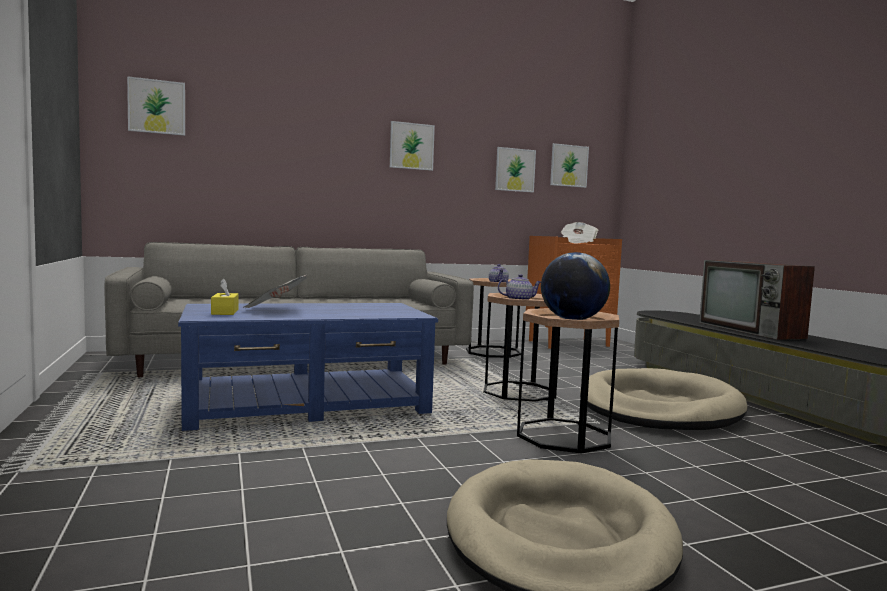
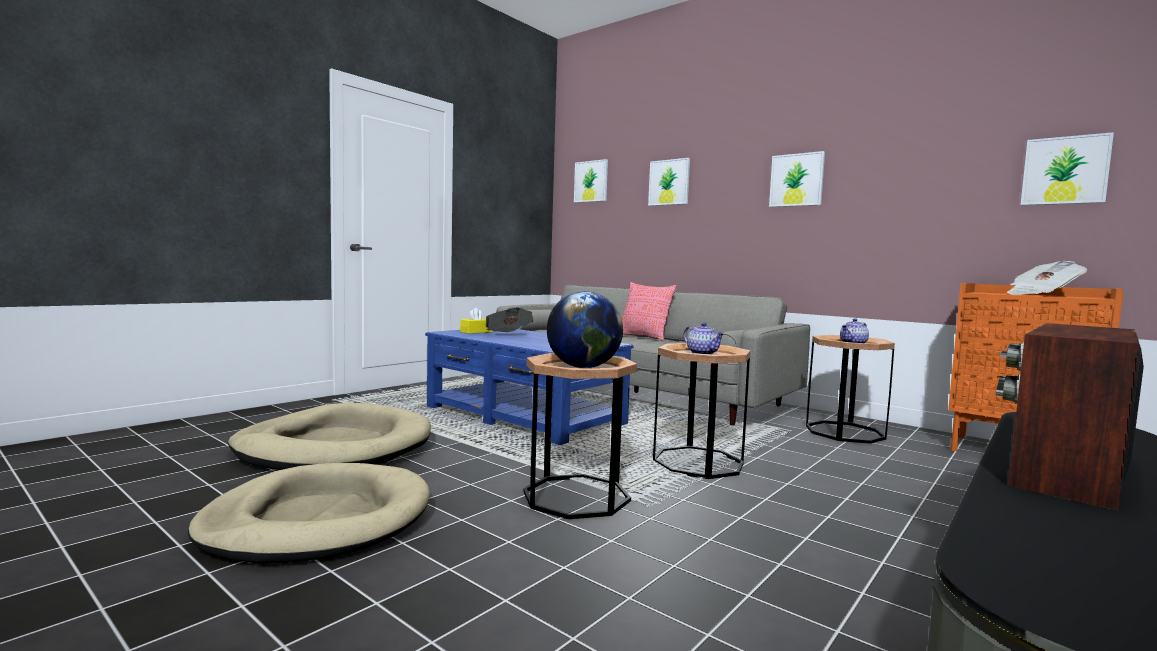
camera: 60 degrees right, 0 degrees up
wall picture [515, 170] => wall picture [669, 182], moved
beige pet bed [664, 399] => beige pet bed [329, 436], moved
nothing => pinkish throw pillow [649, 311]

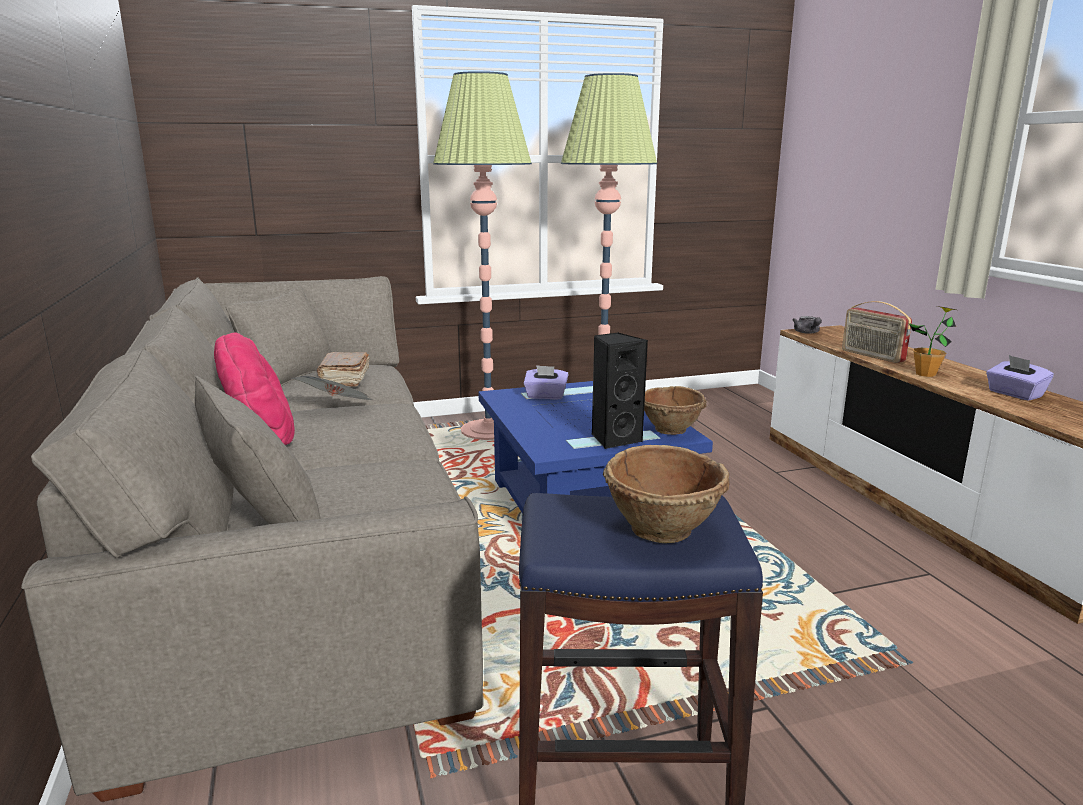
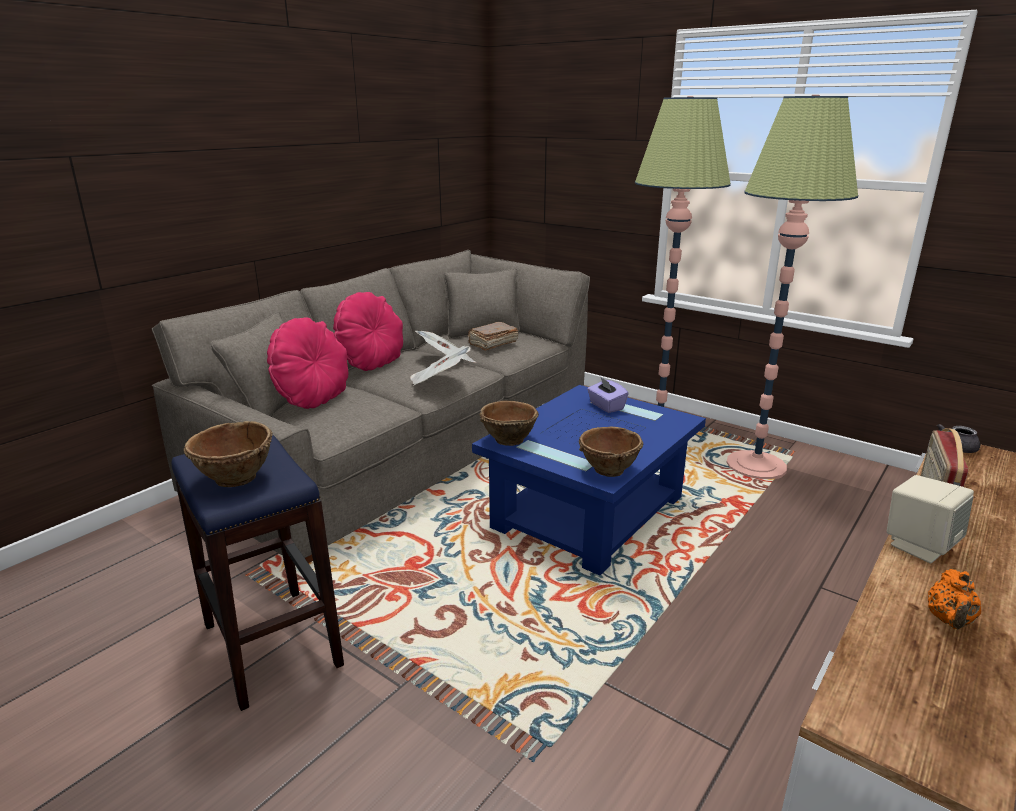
camera: 55 degrees right, 5 degrees up
plant in a pot [932, 341] => beige audio speaker [930, 519]
black audio speaker [620, 390] => nothing
purplish box of tissues [1020, 378] => orange teapot [954, 599]
nothing => pinkish throw pillow [307, 363]
nothing => printed paper [440, 366]
nothing => brown deep dish [509, 423]

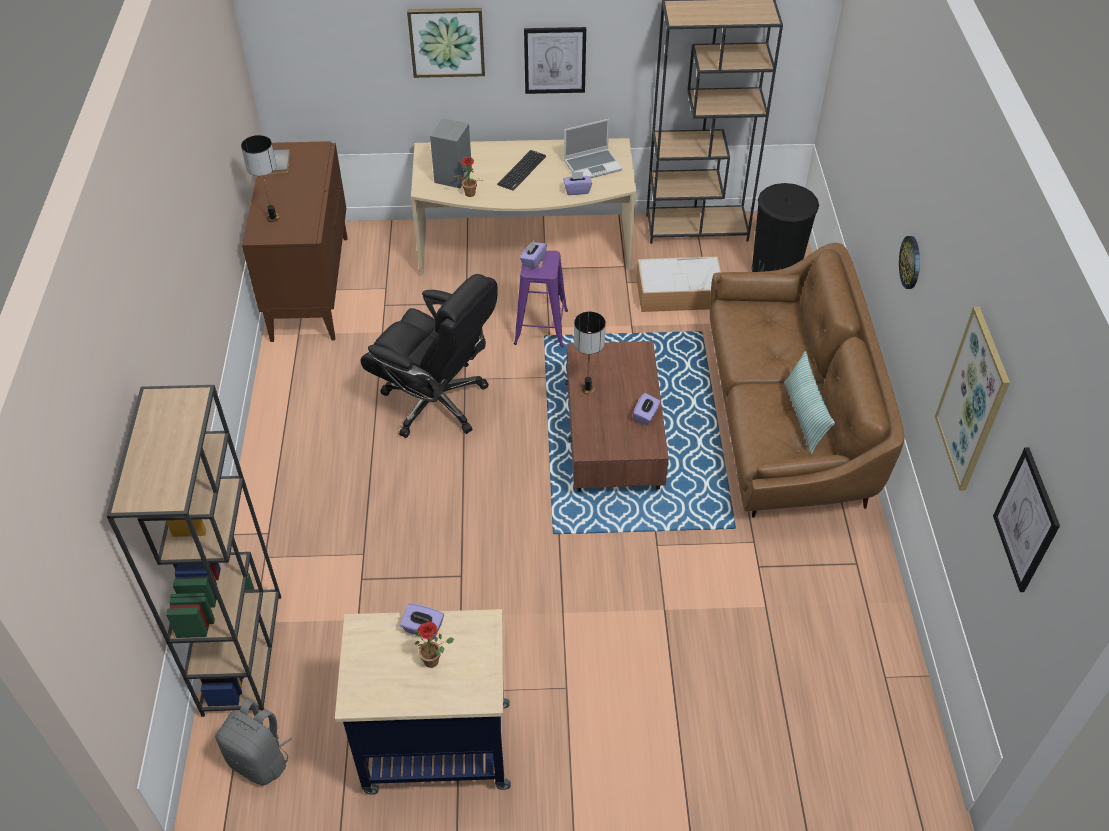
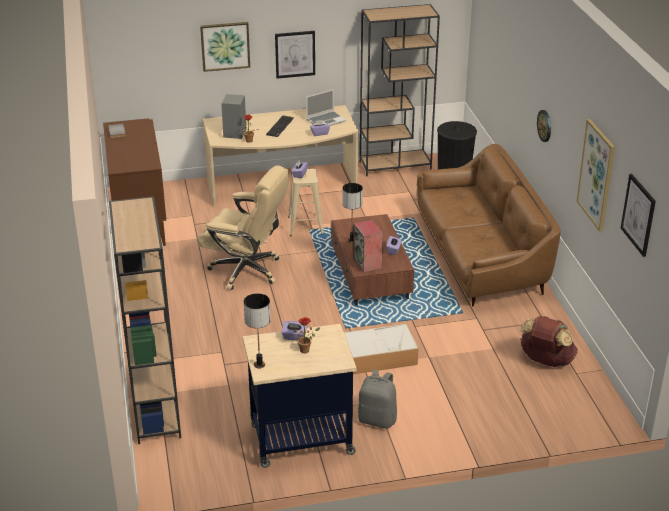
camera: 10 degrees left, 15 degrees down
tabletop lamp [260, 178] => tabletop lamp [257, 331], moved
purplish stool seat [541, 299] => beige stool seat [306, 202]
storage container [678, 284] => storage container [381, 348], moved
black computer chair [429, 356] => beige computer chair [243, 228]
throw pillow [809, 402] => nothing
grey backpack [253, 742] => grey backpack [377, 399], moved
nothing => audio speaker [368, 246]
nothing => brown backpack [548, 341]

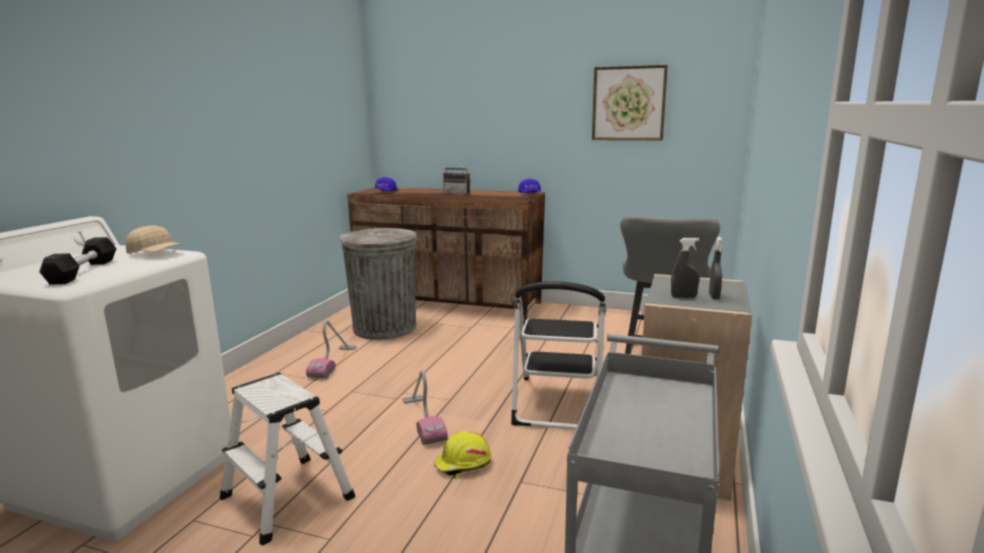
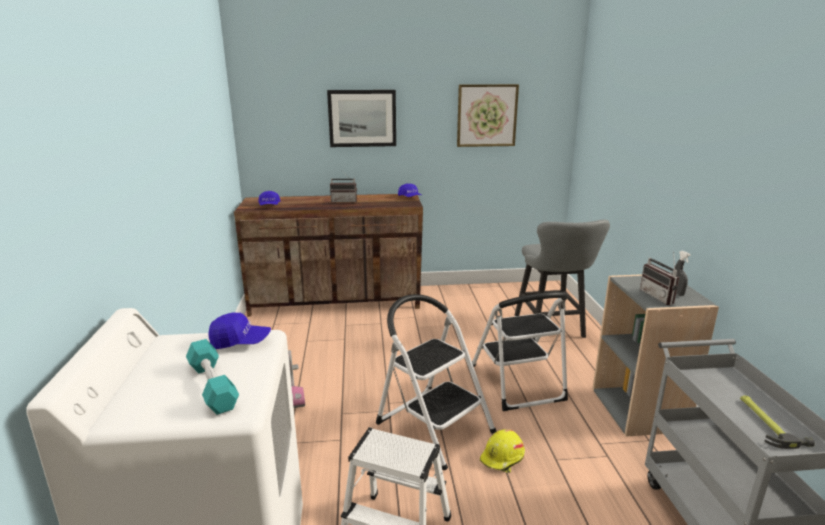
camera: 25 degrees left, 5 degrees up
beige peaked cap [154, 240] => blue-coloured peaked cap [239, 330]
grey trash can [378, 284] => nothing
black free weight [77, 261] => turquoise-coloured free weight [212, 377]
grey hand sprayer [685, 268] => radio set [659, 278]
vacuum cleaner [425, 407] => step ladder [436, 382]
nothing => wall picture [361, 118]
nothing => hammer [777, 422]

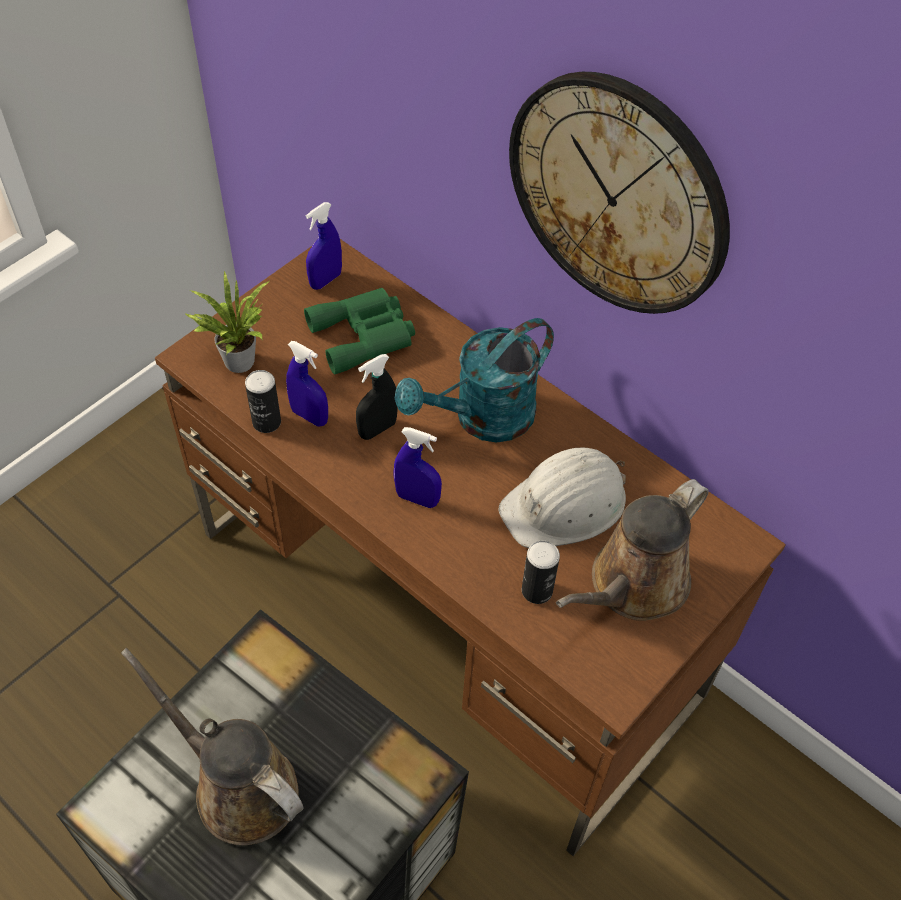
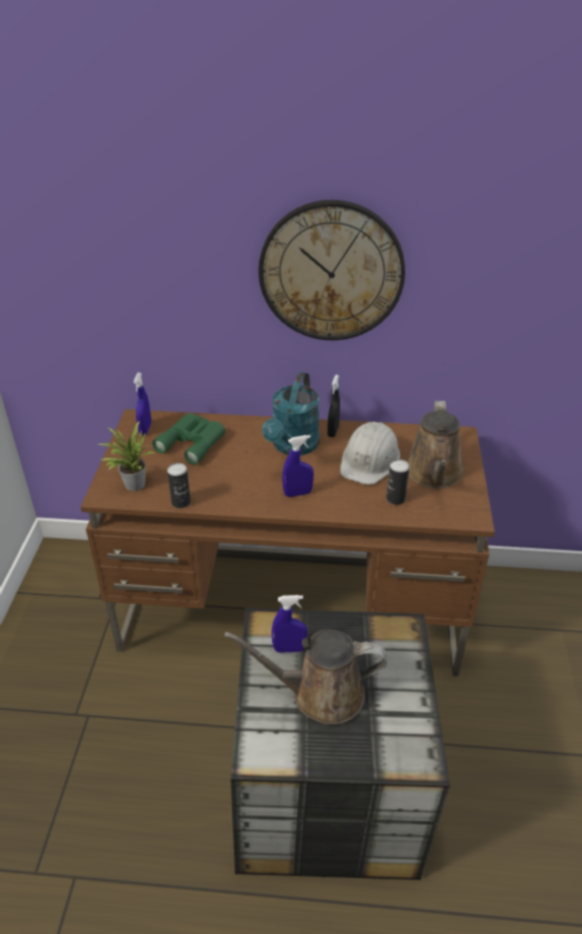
camera: 35 degrees left, 15 degrees down
blue-coloured hand sprayer [307, 384] => blue-coloured hand sprayer [290, 624], moved
black hand sprayer [377, 397] => black hand sprayer [333, 406], moved

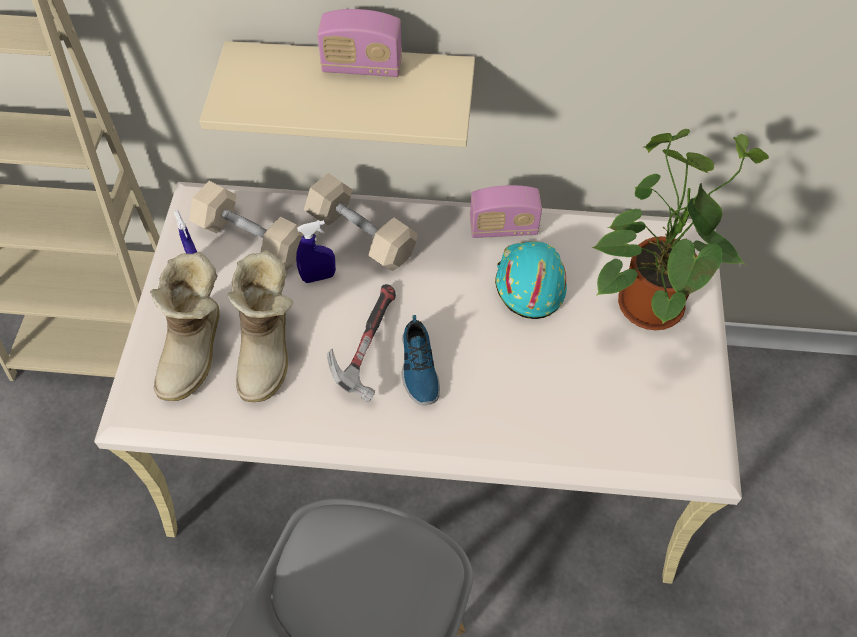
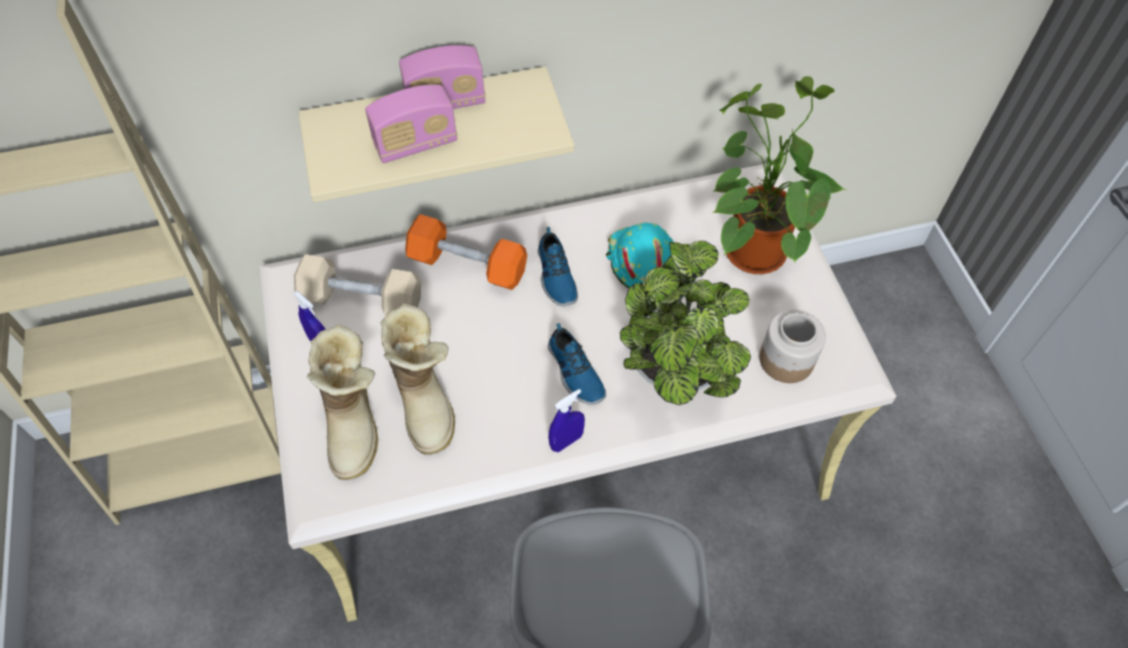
camera: 20 degrees left, 0 degrees up
beige free weight [361, 222] => orange free weight [466, 252]
radio set [506, 211] => radio set [411, 124], moved
blue-coloured hand sprayer [316, 251] => blue-coloured hand sprayer [566, 420], moved
hammer [361, 343] => nothing
nothing => low shoe [558, 266]
nothing => plant in a pot [685, 323]
nothing => storage jar [792, 346]

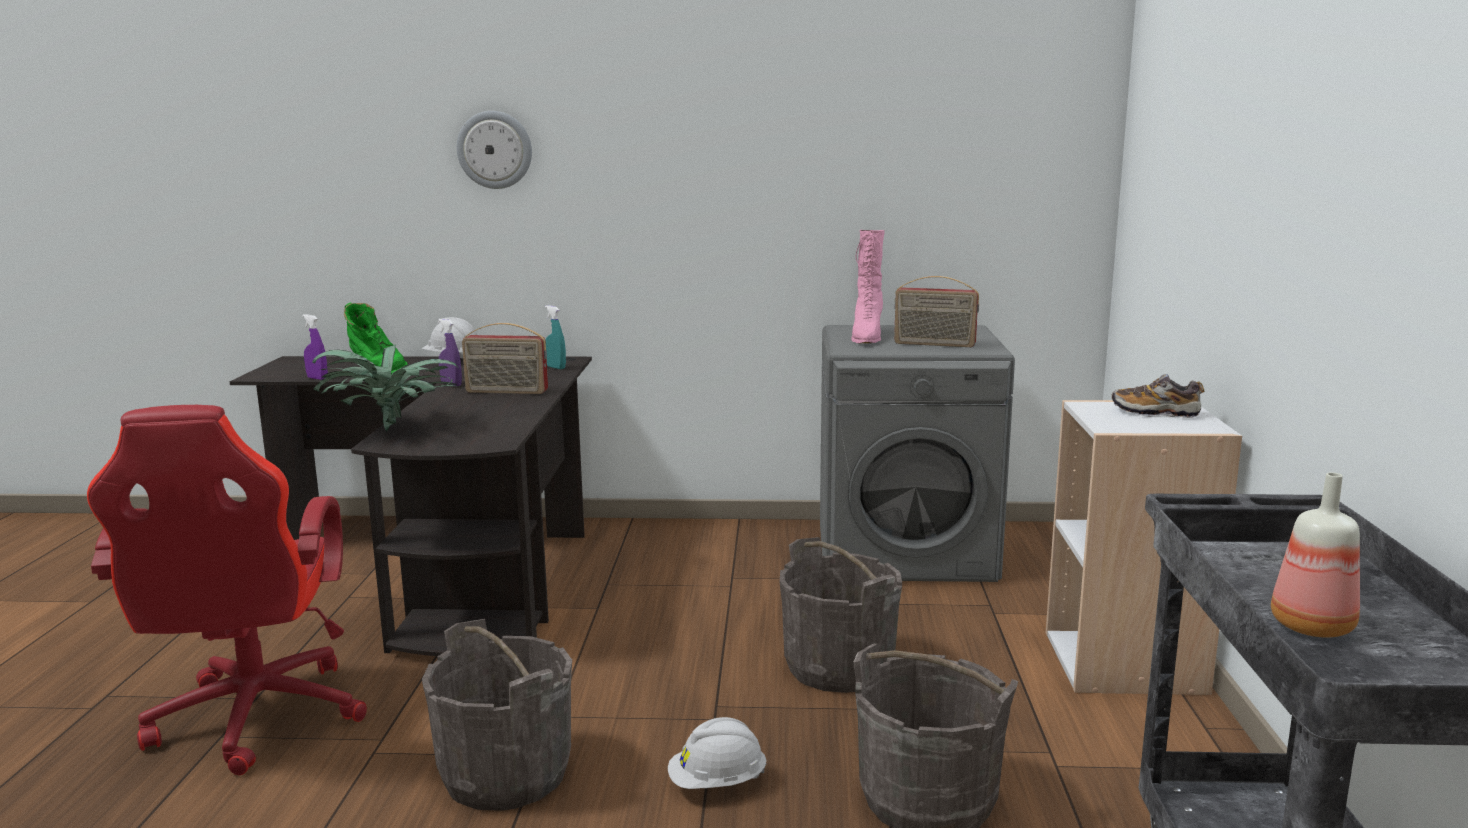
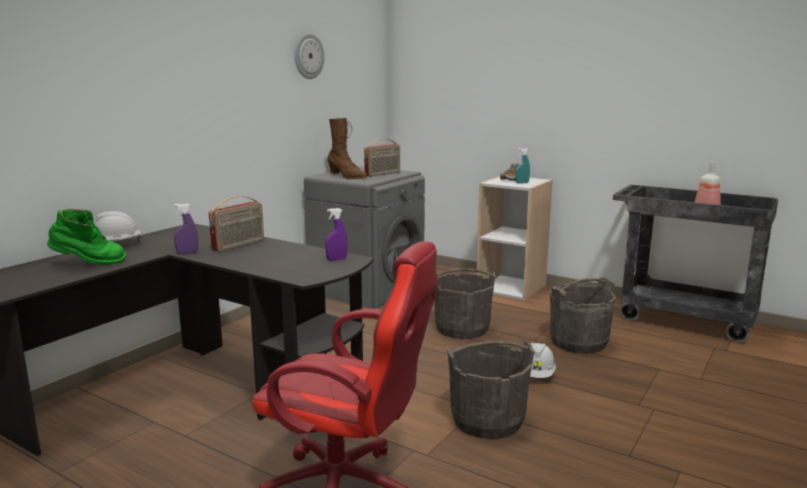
camera: 60 degrees left, 0 degrees up
hanging clock [494, 150] => hanging clock [309, 56], moved
pinkish boot [868, 286] => brown boot [347, 148]
turquoise-coloured hand sprayer [555, 337] => turquoise-coloured hand sprayer [523, 165], moved
purplish hand sprayer [315, 347] => purplish hand sprayer [336, 234], moved
plant in a pot [387, 388] => nothing

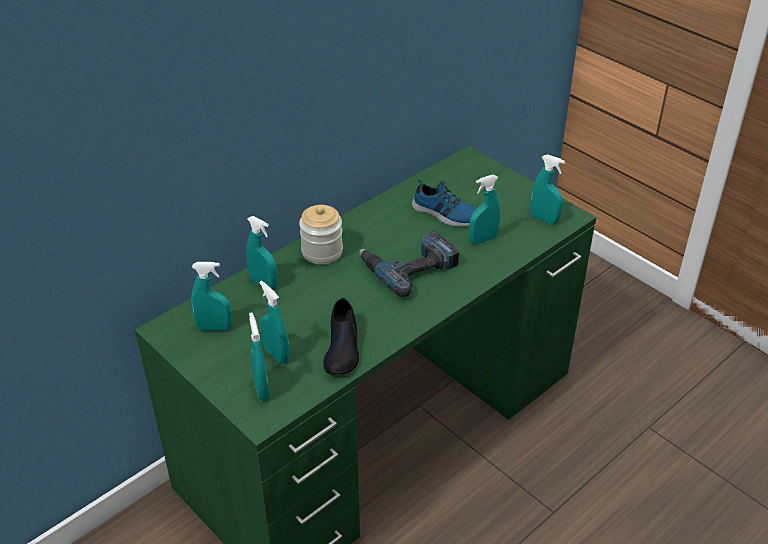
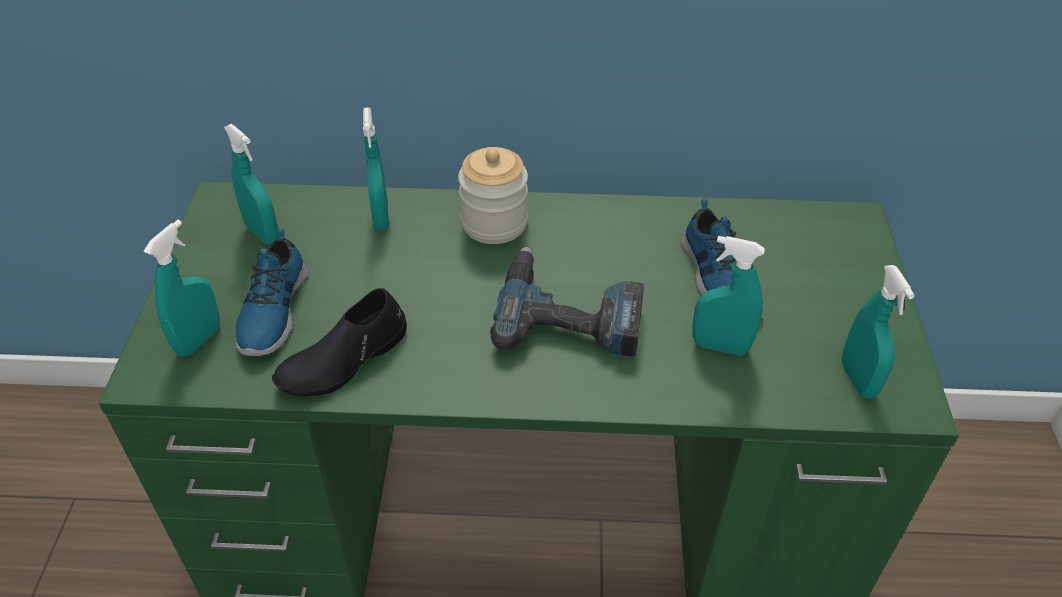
camera: 45 degrees right, 5 degrees up
turquoise-coloured hand sprayer [274, 322] => low shoe [271, 292]

